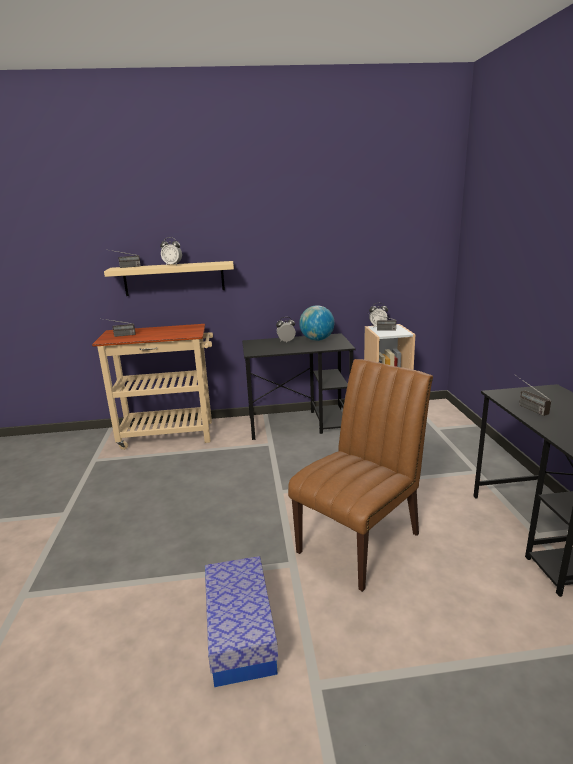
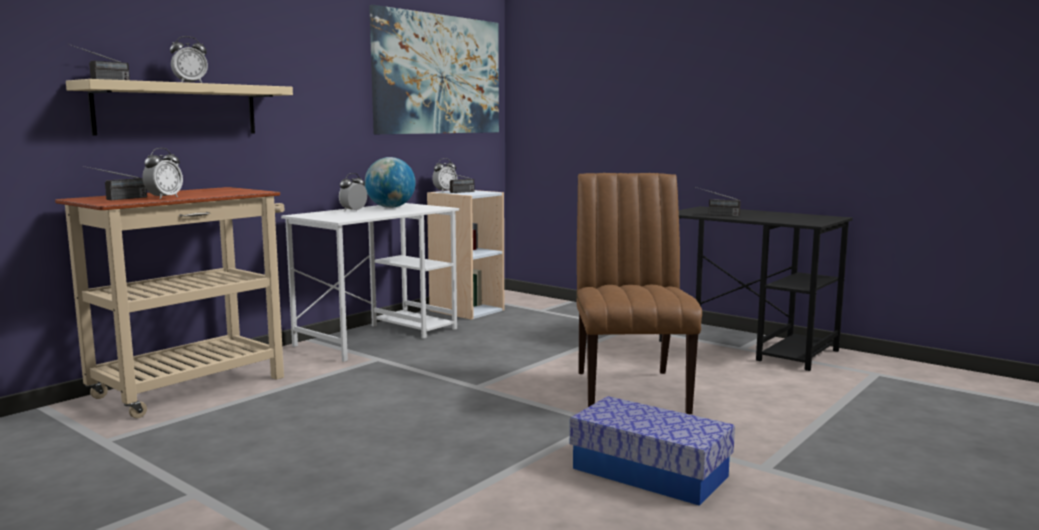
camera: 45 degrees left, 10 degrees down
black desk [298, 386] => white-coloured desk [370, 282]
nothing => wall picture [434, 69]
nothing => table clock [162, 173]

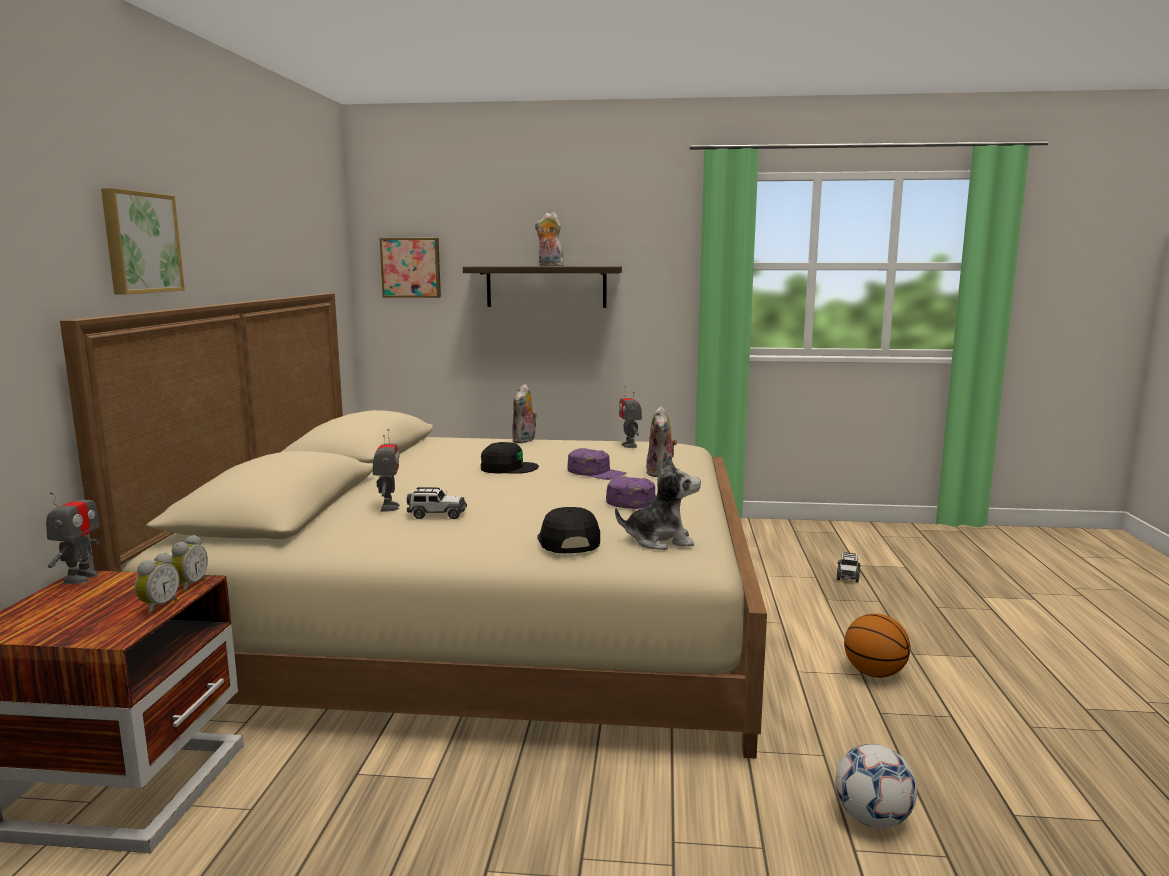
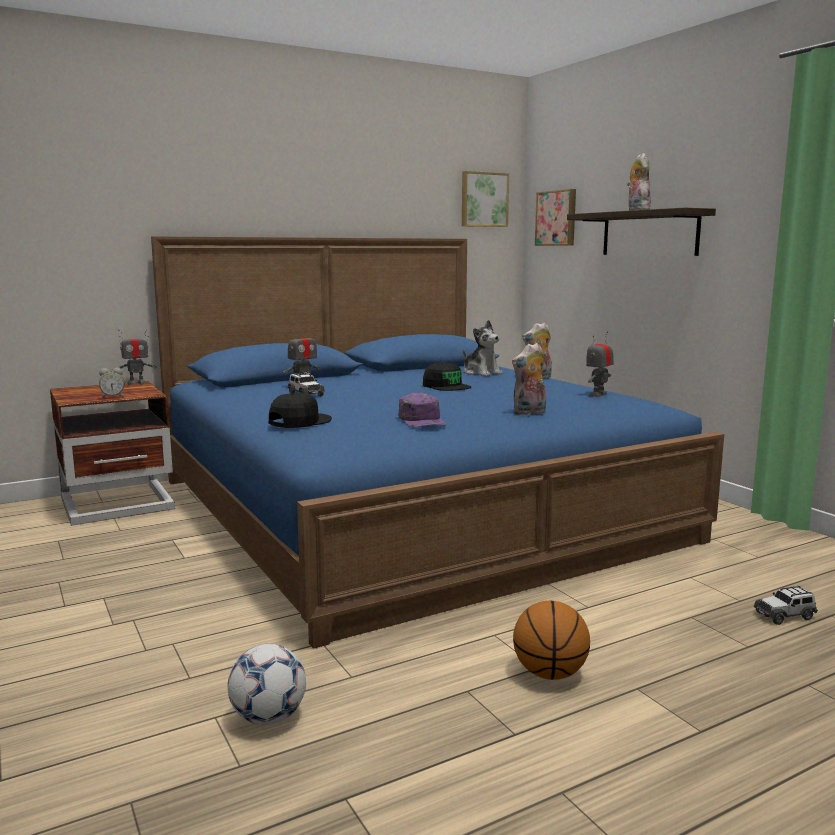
camera: 55 degrees right, 0 degrees up
wall picture [143, 241] => wall picture [485, 199], moved
beige sleeping bed [413, 526] => blue-coloured sleeping bed [437, 442]
purplish peaked cap [597, 464] => nothing
plush toy [658, 502] => plush toy [483, 348], moved
table clock [189, 563] => nothing

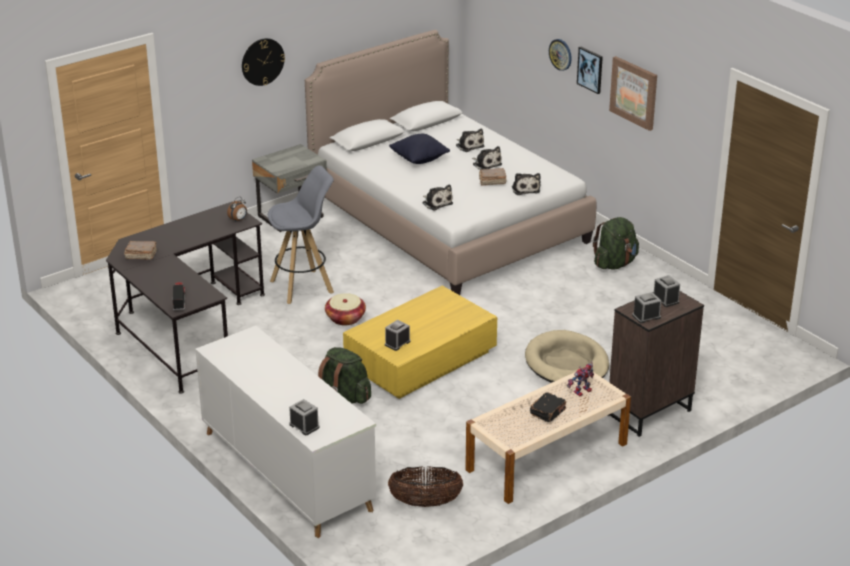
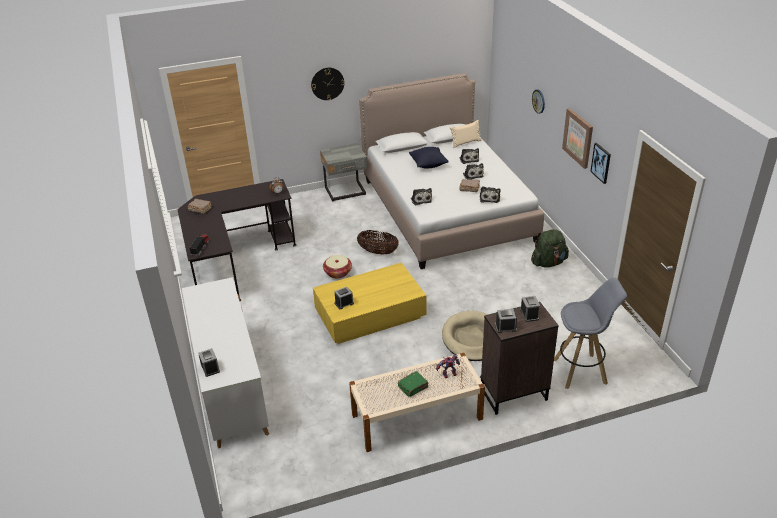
camera: 20 degrees right, 5 degrees up
wall picture [590, 70] => wall picture [600, 163], moved
grey stool seat [301, 235] => grey stool seat [590, 333], moved
greenish backpack [344, 375] => nothing
black volume [548, 407] => greenish volume [413, 384]
household basket [425, 486] => household basket [378, 242], moved
nothing => beige throw pillow [465, 134]

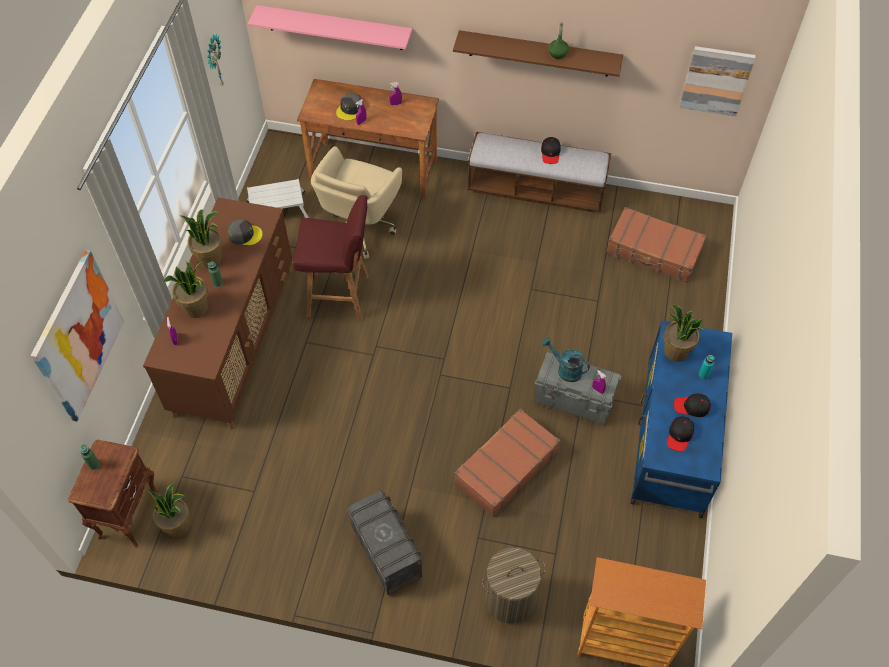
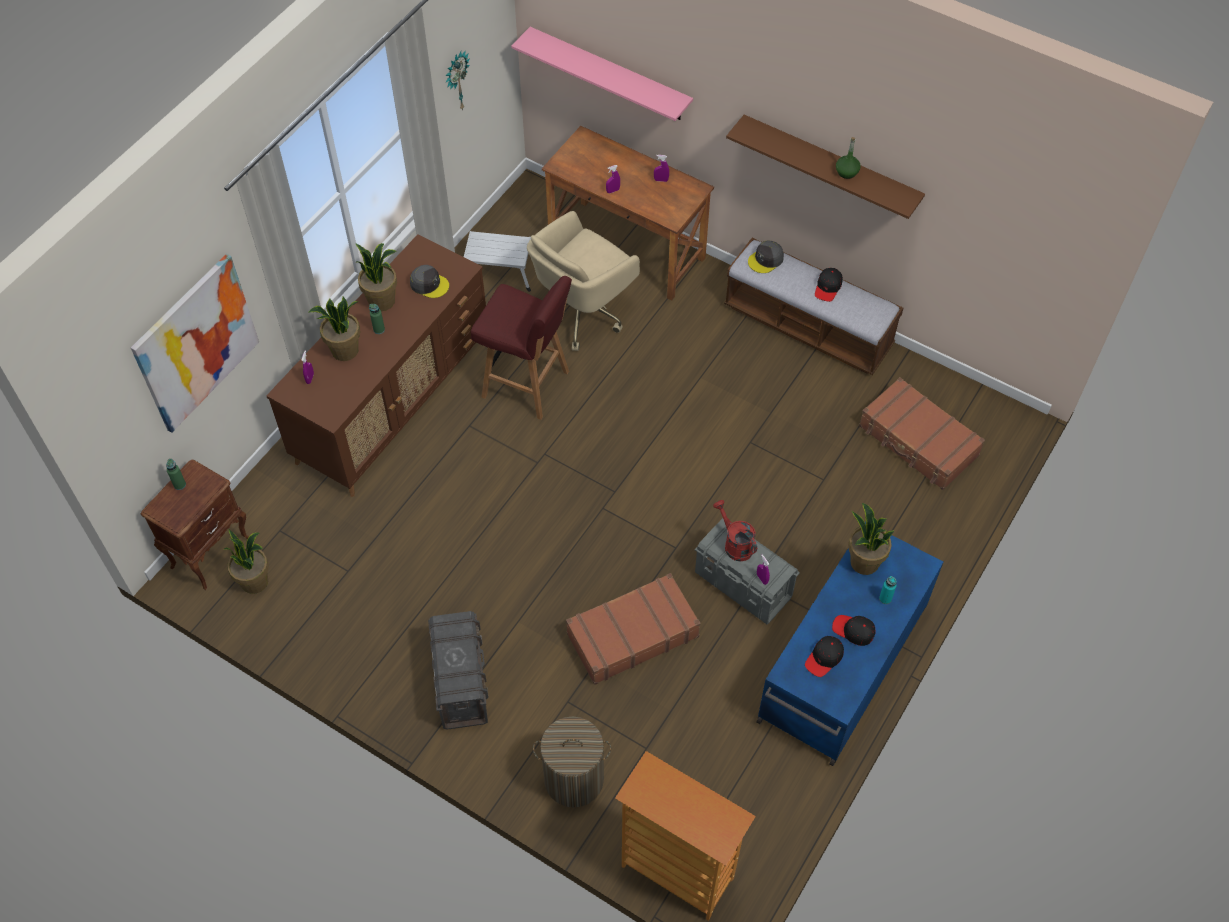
camera: 20 degrees right, 0 degrees up
wall picture [717, 81] => nothing
grey peaked cap [350, 107] => grey peaked cap [766, 257], moved
turquoise-coloured watering pot [566, 359] => reddish watering pot [735, 531]

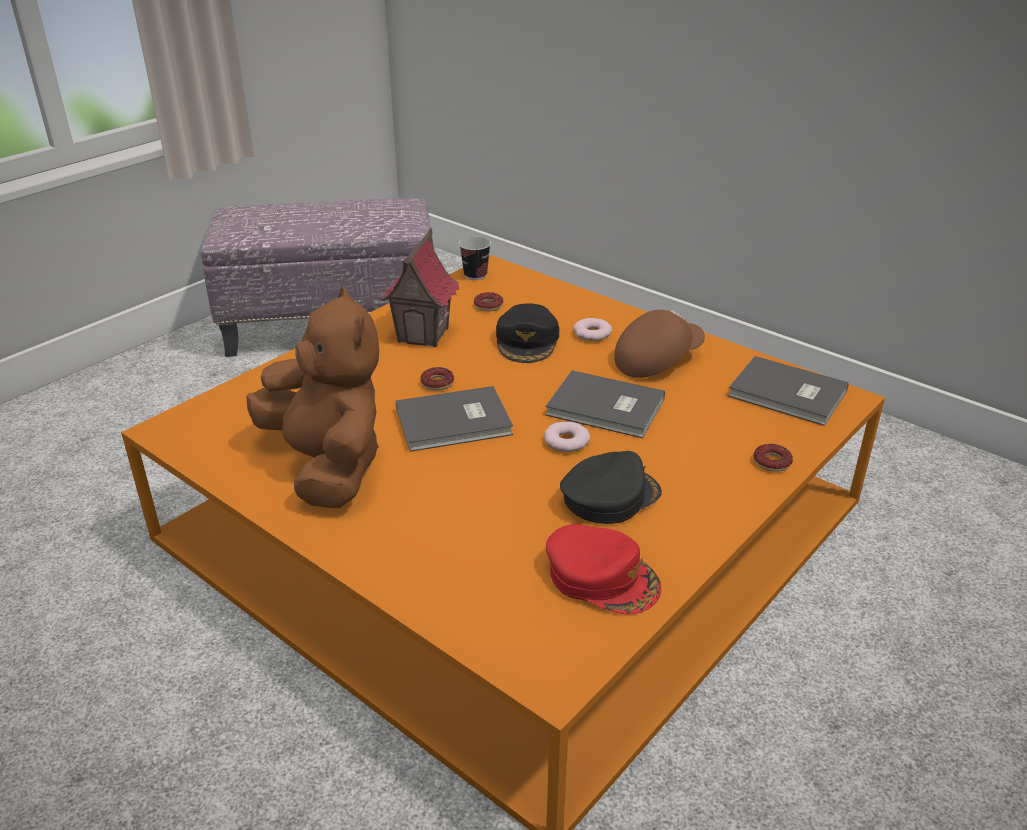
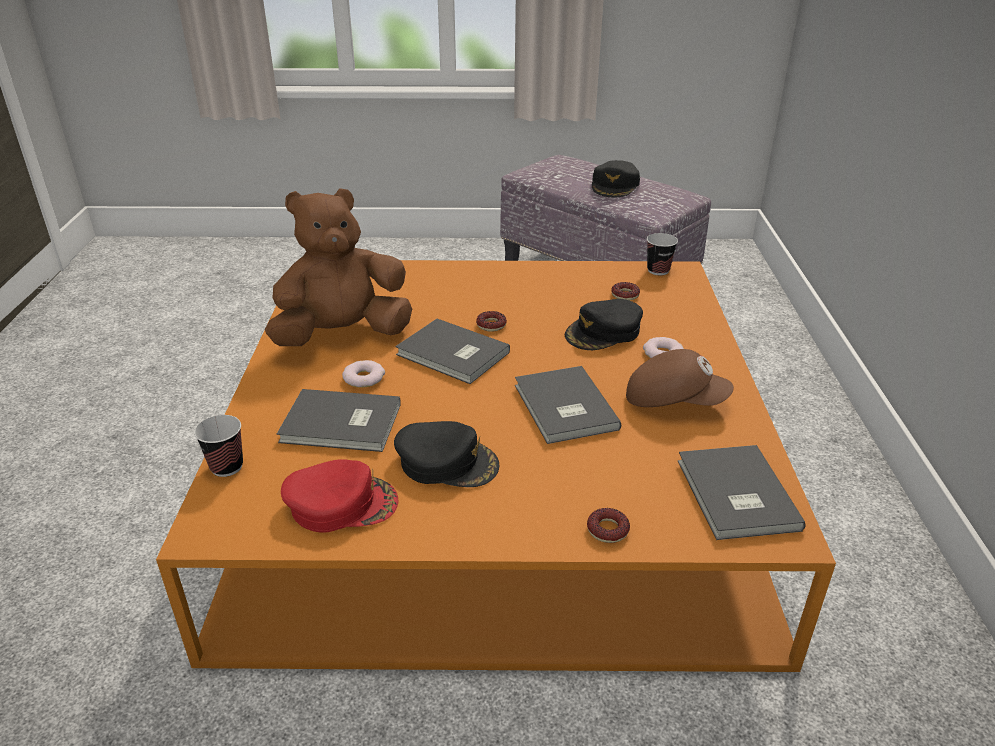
camera: 50 degrees right, 0 degrees up
model house [420, 287] => nothing
brown plush toy [312, 397] => brown plush toy [338, 267], 135 degrees counterclockwise
donut [567, 436] => donut [363, 374], moved
reddish peaked cap [603, 569] => reddish peaked cap [340, 496], 90 degrees counterclockwise
nothing => black peaked cap [616, 179]
nothing => grey volume [339, 420]
nothing => small cup [218, 446]

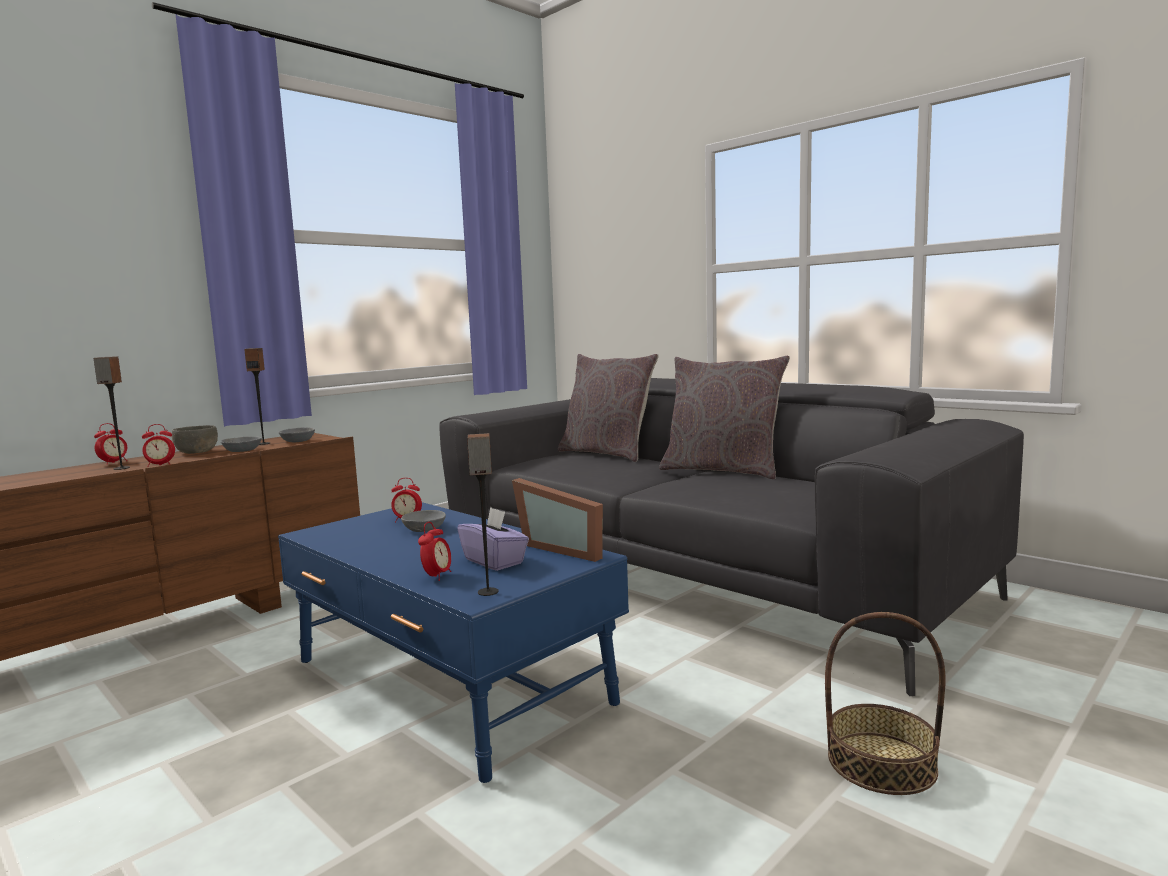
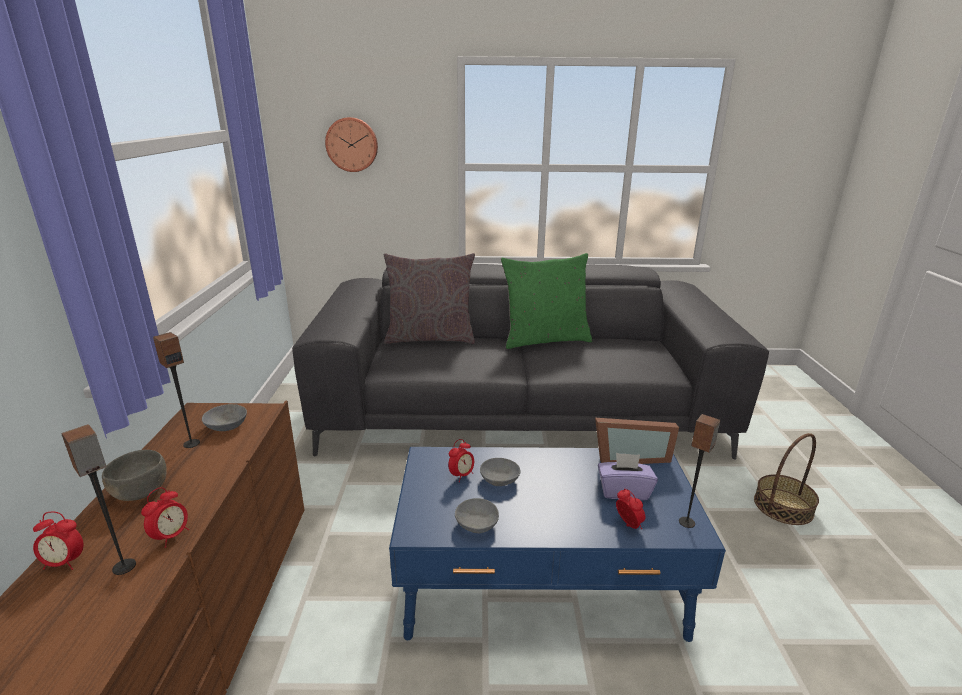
camera: 45 degrees left, 15 degrees up
grey throw pillow [724, 417] => greenish throw pillow [546, 301]
table clock [110, 444] => table clock [58, 540], 105 degrees clockwise
grey deep dish [241, 444] => grey deep dish [477, 515], moved
nothing => hanging clock [351, 144]

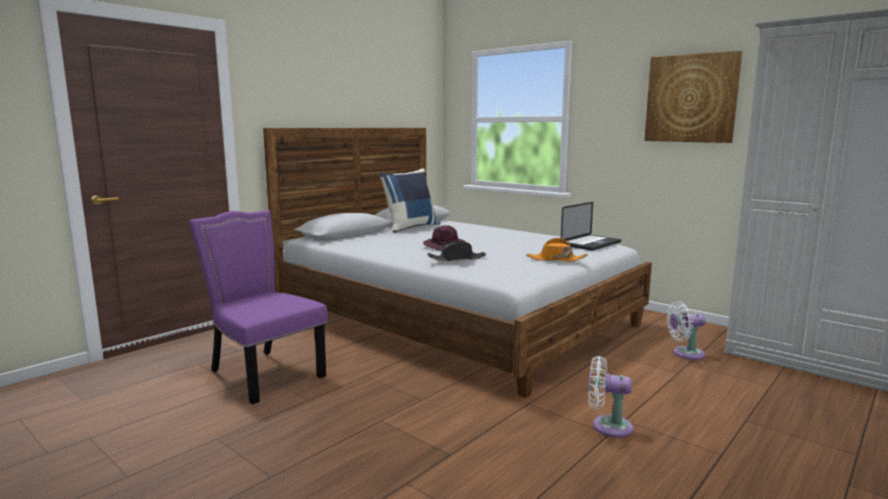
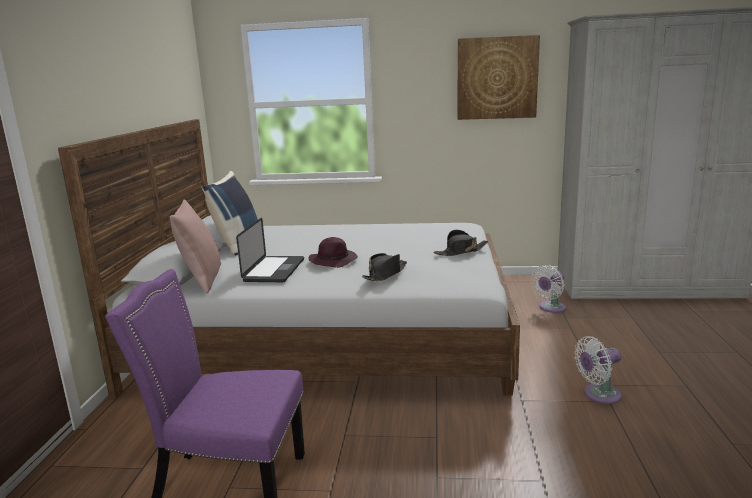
camera: 35 degrees left, 5 degrees up
portable computer [591, 226] => portable computer [270, 250], moved
orange clothing hat [557, 250] => black clothing hat [461, 243]
nothing => pinkish throw pillow [195, 246]

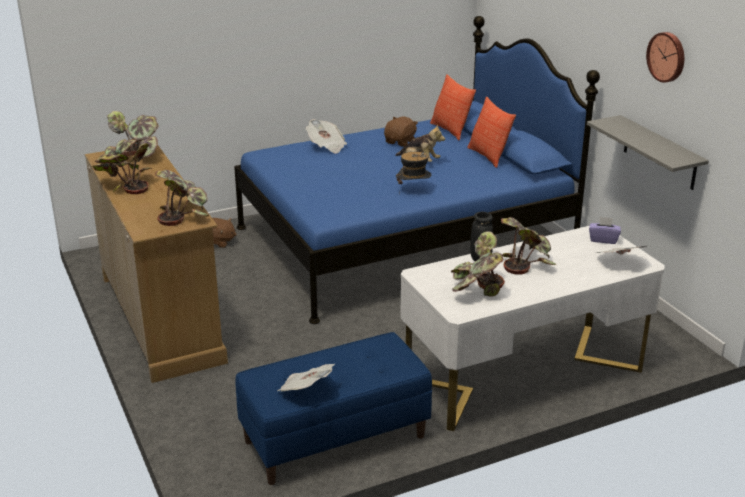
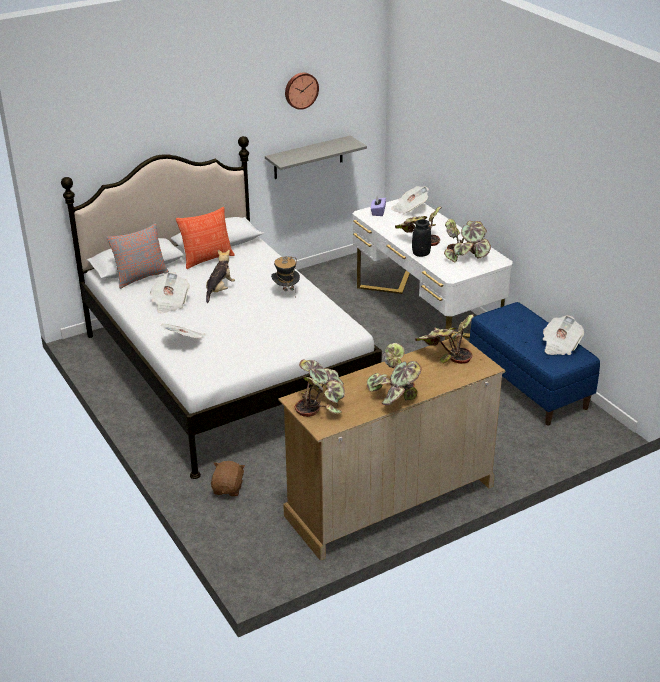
camera: 95 degrees left, 5 degrees up
blue-coloured sleeping bed [417, 170] => white-coloured sleeping bed [221, 307]
orange throw pillow [453, 107] => grey throw pillow [138, 256]
brown plush toy [401, 131] => printed paper [170, 292]

